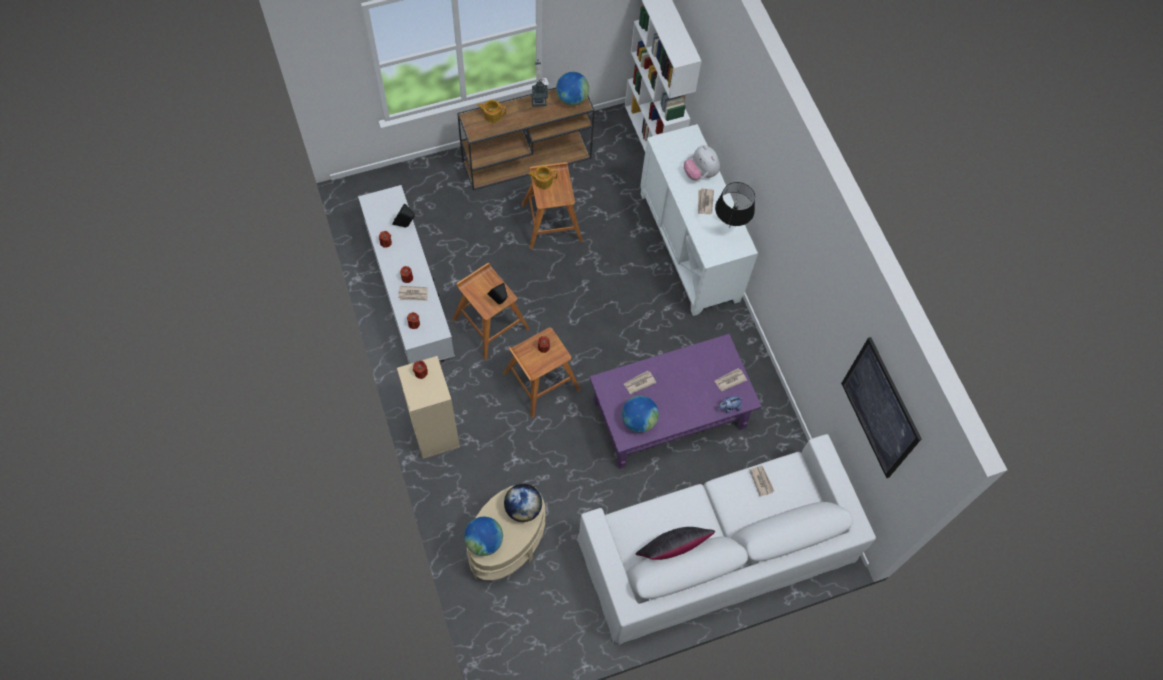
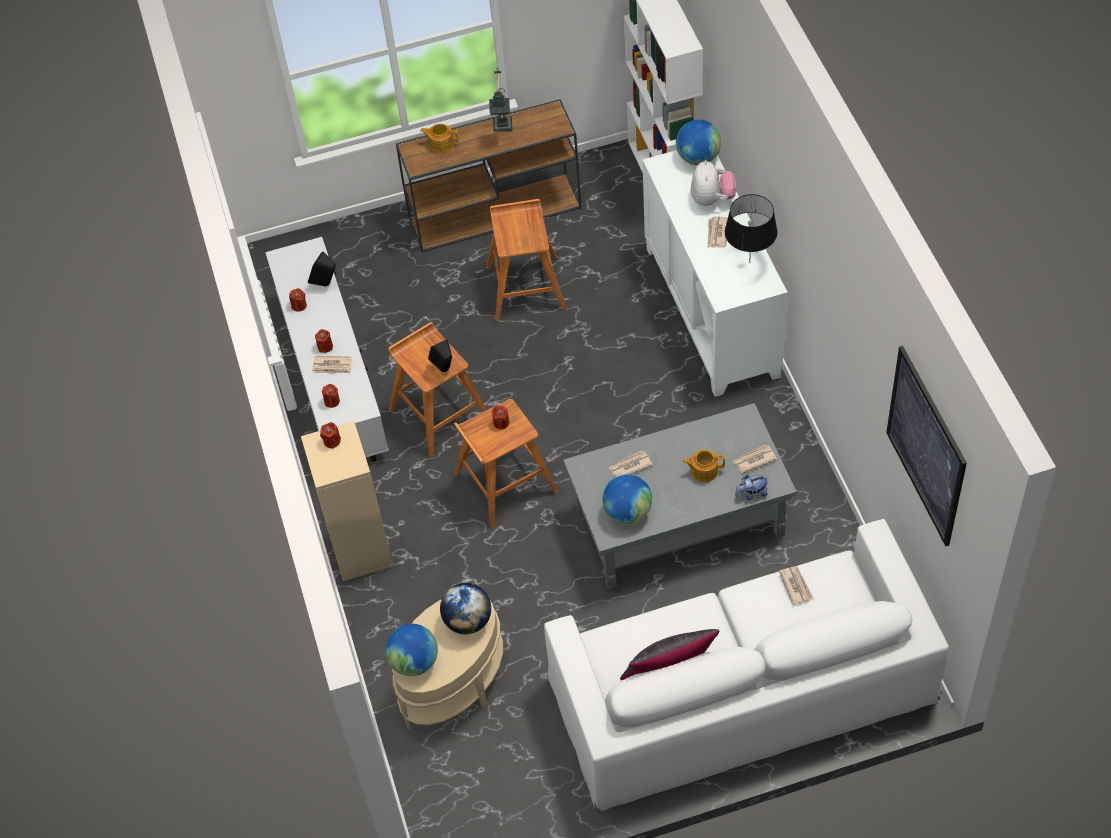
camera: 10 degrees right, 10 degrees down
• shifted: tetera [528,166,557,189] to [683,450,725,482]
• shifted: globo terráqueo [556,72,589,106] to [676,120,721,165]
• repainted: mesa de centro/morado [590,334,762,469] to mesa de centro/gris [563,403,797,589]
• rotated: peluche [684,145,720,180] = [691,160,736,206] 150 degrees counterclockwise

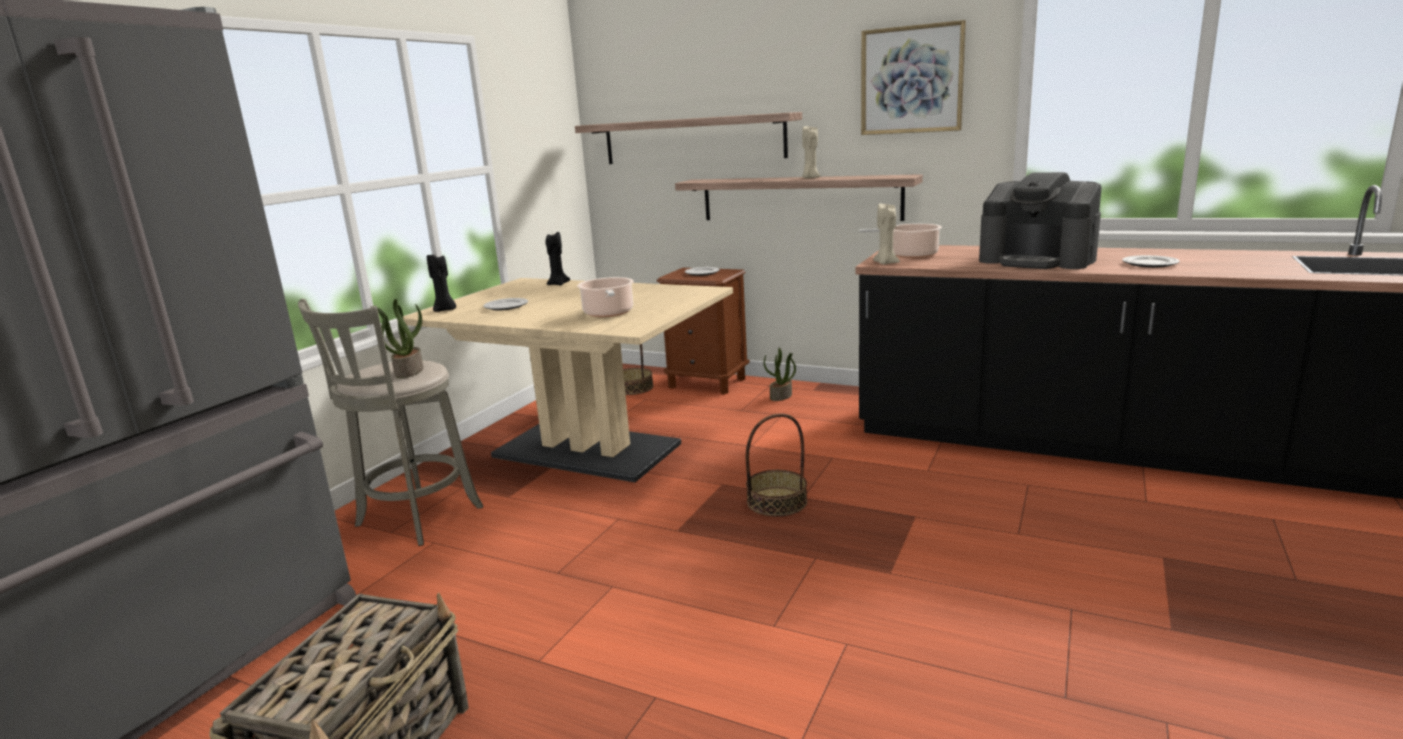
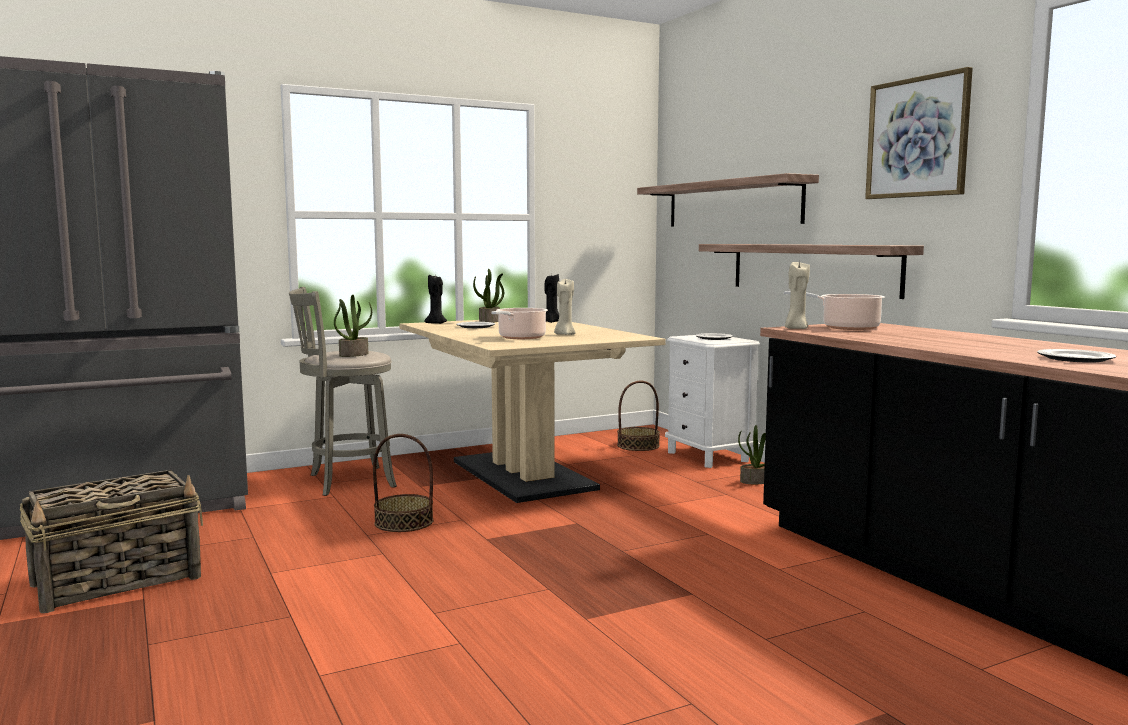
camera: 35 degrees right, 10 degrees down
• repainted: mesita de noche/marrón [657,268,749,394] to mesita de noche/blanco [665,335,760,468]
• shifted: cesta [746,413,807,517] to [373,434,433,532]
• shifted: vela/beis [802,126,820,179] to [554,278,575,335]
• gone: cafetera [979,172,1102,269]
• new: planta en maceta [473,269,504,323]

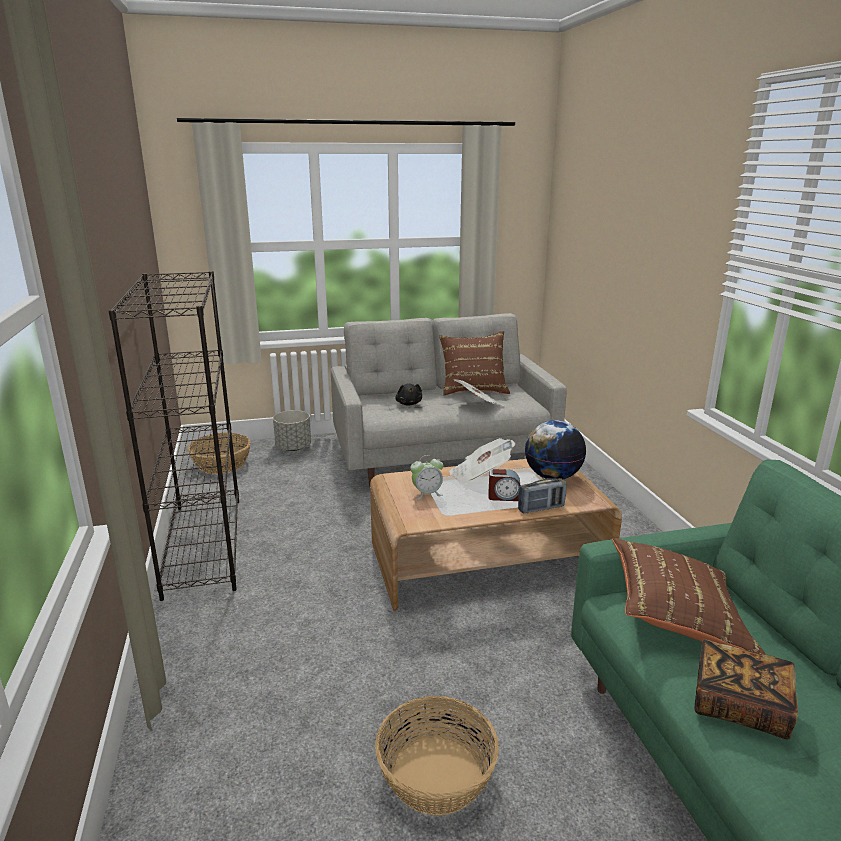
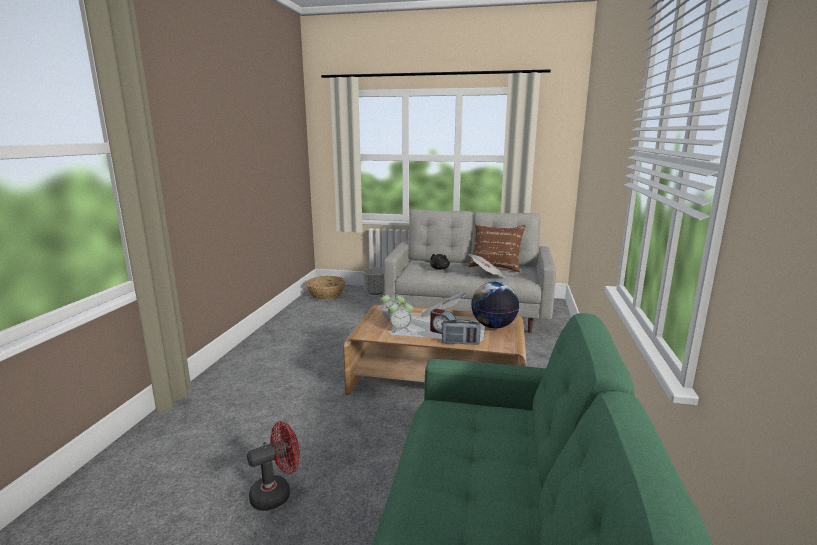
camera: 25 degrees right, 5 degrees down
• gone: estantería/negro [109,271,239,601]
• swapped: cesta [375,696,499,816] to ventilador/rojo [247,421,300,511]
• gone: cojín/marrón [612,538,766,655]
• gone: libro [695,639,798,740]
• new: despertador [388,303,413,333]

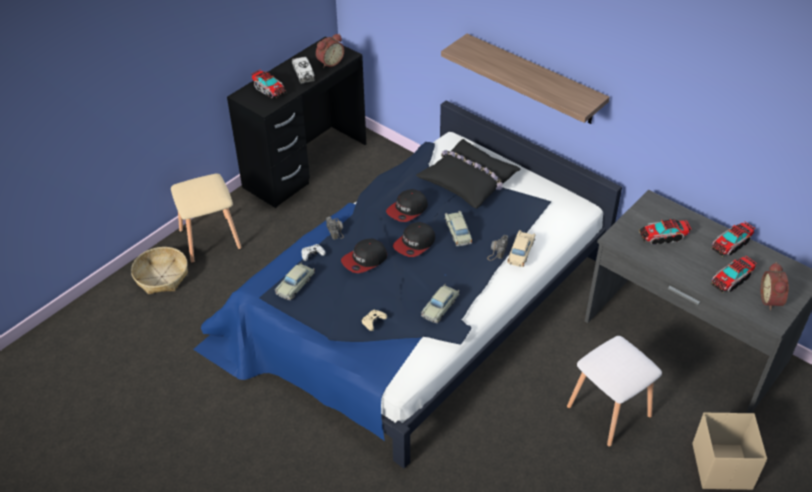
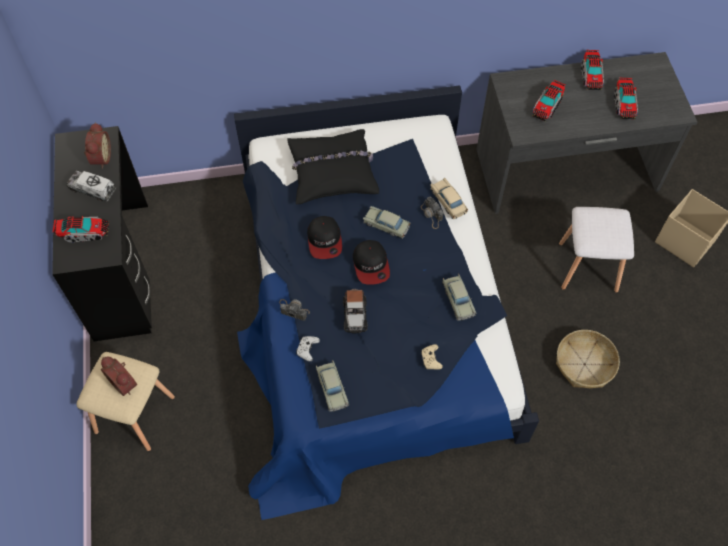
camera: 50 degrees left, 15 degrees up
• shifted: cesta [131,247,188,294] to [556,330,620,388]
• swapped: gorra [341,239,387,273] to coche de juguete [343,289,368,333]
• gone: estante [441,34,610,124]
• shifted: despertador [761,262,789,310] to [101,357,137,396]

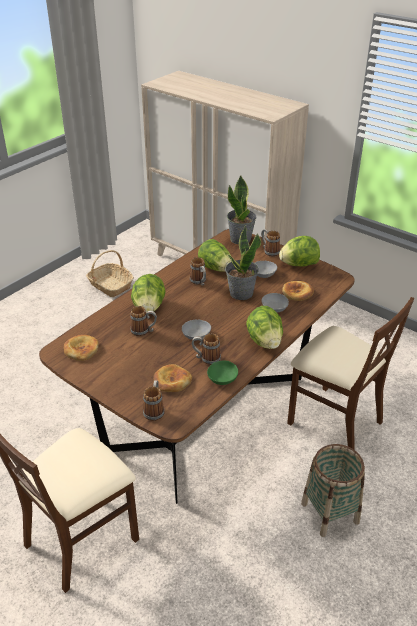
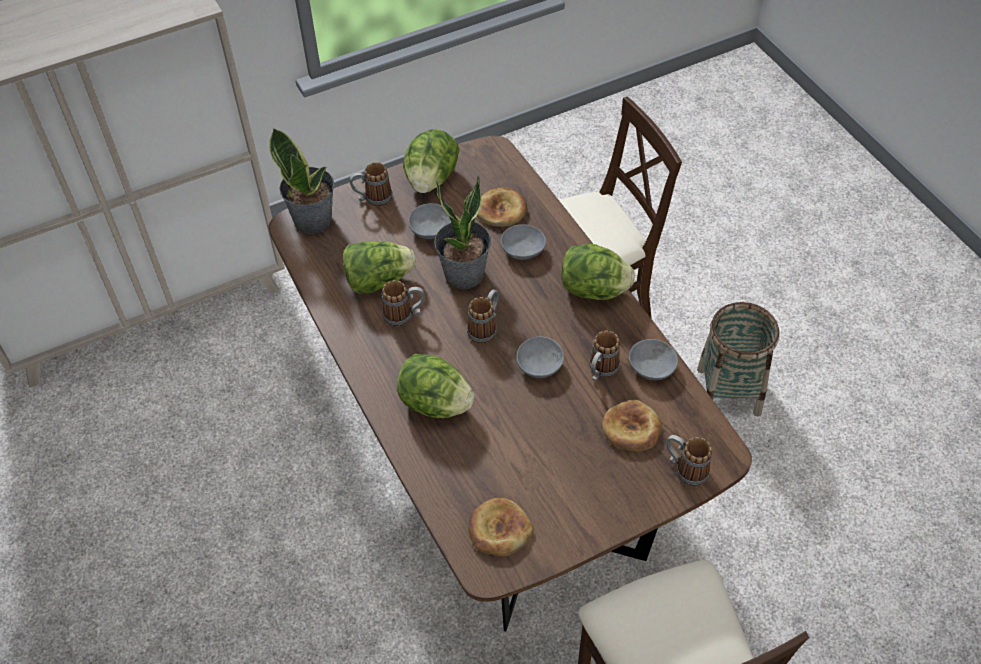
camera: 65 degrees left, 15 degrees up
• gone: cesta [86,250,134,297]
• shifted: taza grande [130,306,157,336] to [467,289,499,344]
• repainted: cuenco/verde [207,361,238,385] to cuenco/gris [629,339,678,380]

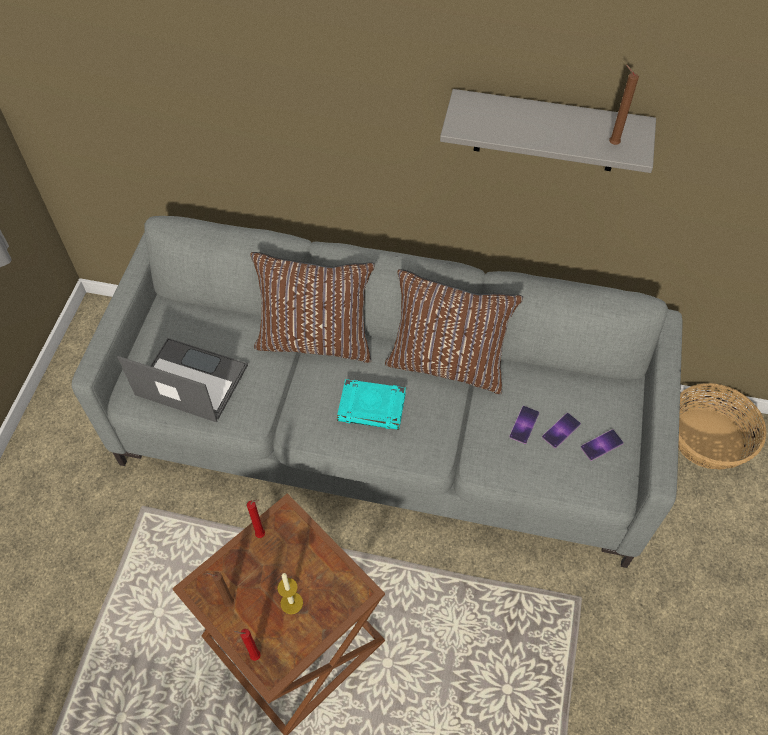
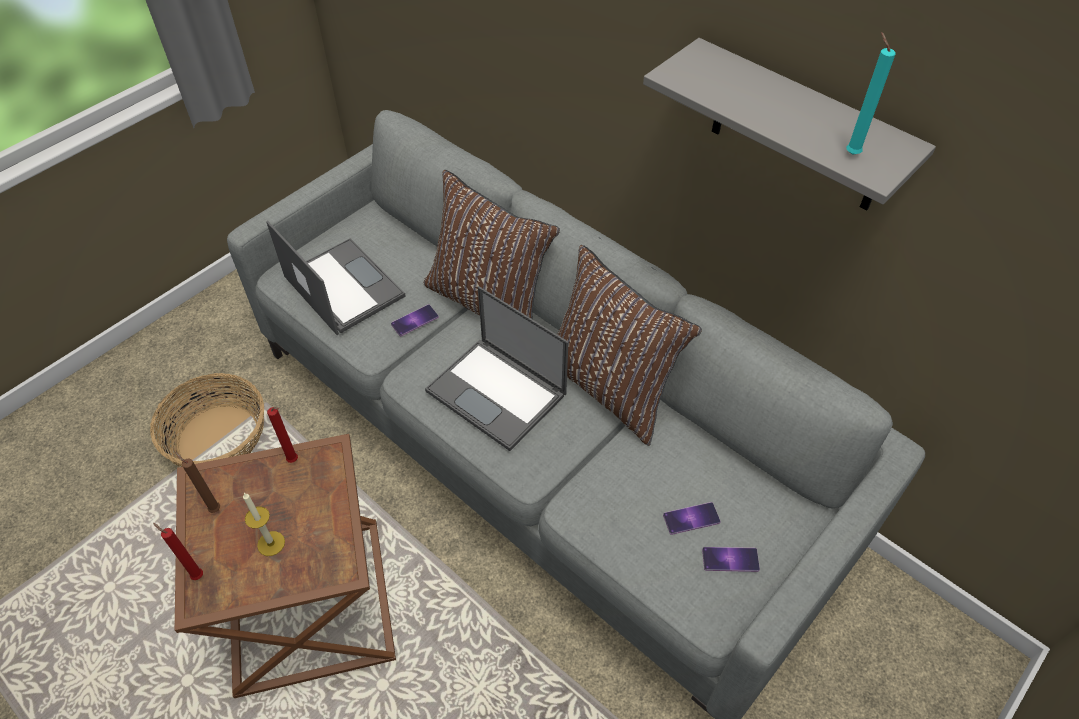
camera: 30 degrees right, 5 degrees down
• swapped: libro/turquesa [337,379,406,430] to portátil [425,286,568,451]
• shifted: móvil [509,406,539,444] to [391,304,439,336]
• repainted: vela/marrón [609,65,639,145] to vela/turquesa [846,32,896,155]
• shifted: cesta [678,383,766,469] to [150,373,264,467]

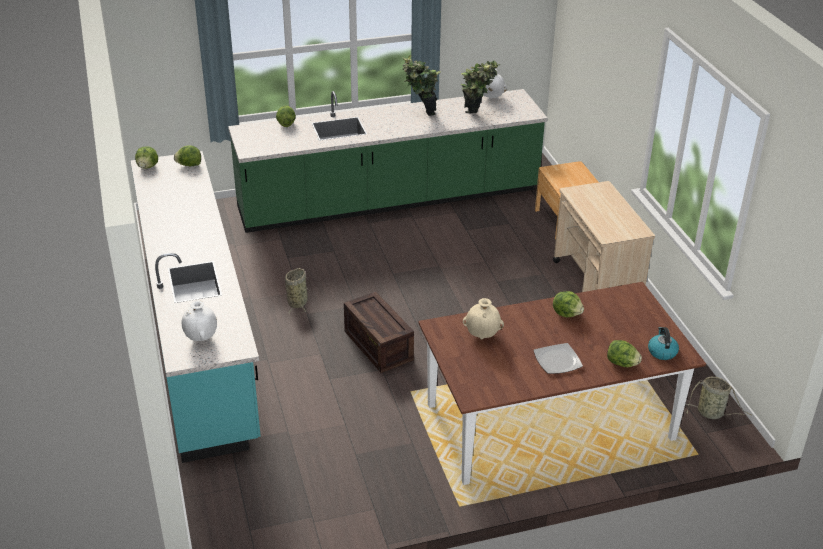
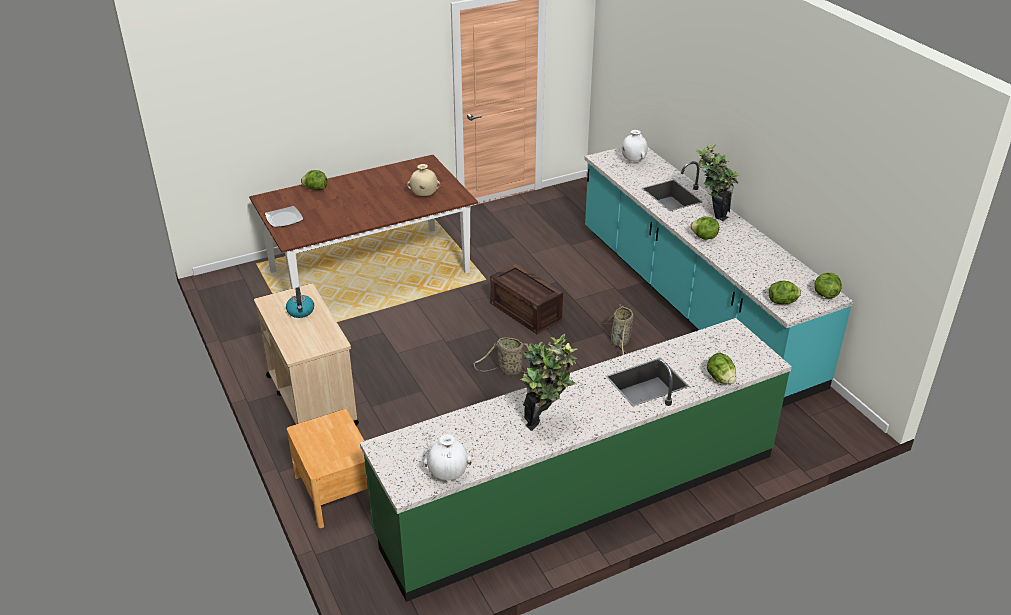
camera: 170 degrees right, 0 degrees up
• shifted: planta en maceta [461,60,501,114] to [696,144,740,221]
• shifted: plato [533,343,583,374] to [265,206,303,227]
• shifted: lechuga [553,291,584,317] to [690,216,719,240]
• shifted: hervidor [648,327,679,360] to [286,287,314,318]
• shifted: cesta [685,377,751,419] to [474,337,529,376]

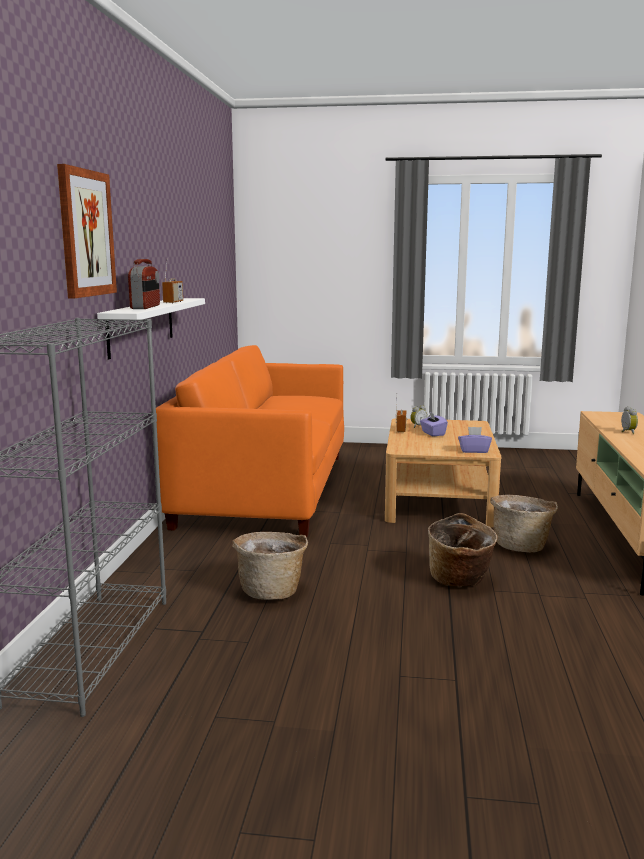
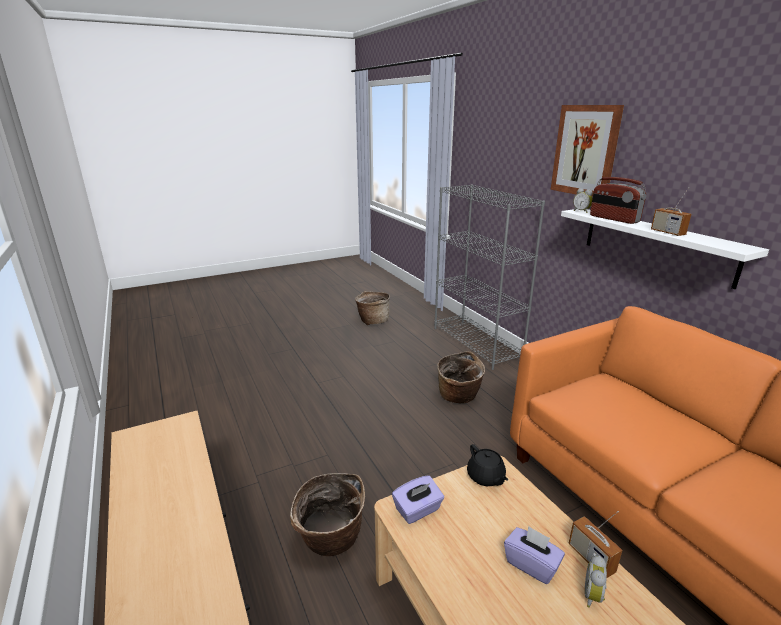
camera: 145 degrees right, 10 degrees up
• shifted: cesta [428,513,498,586] to [355,291,390,325]
• shifted: despertador [621,406,638,434] to [573,188,593,213]
• new: tetera/negro [467,444,508,486]

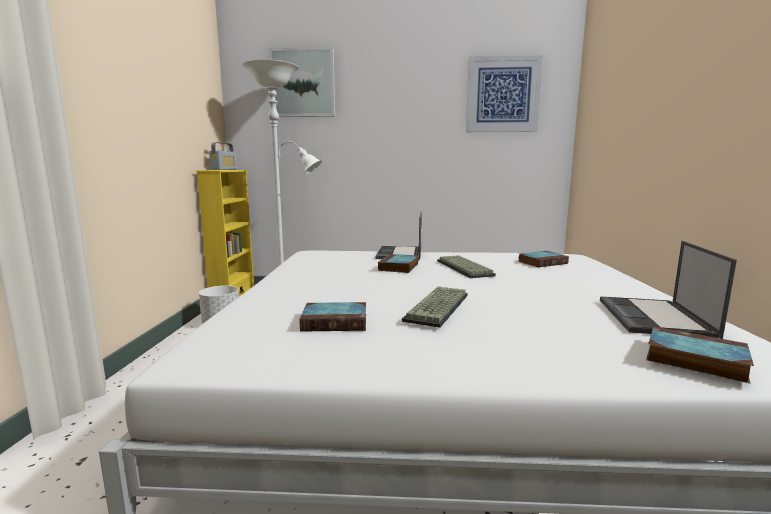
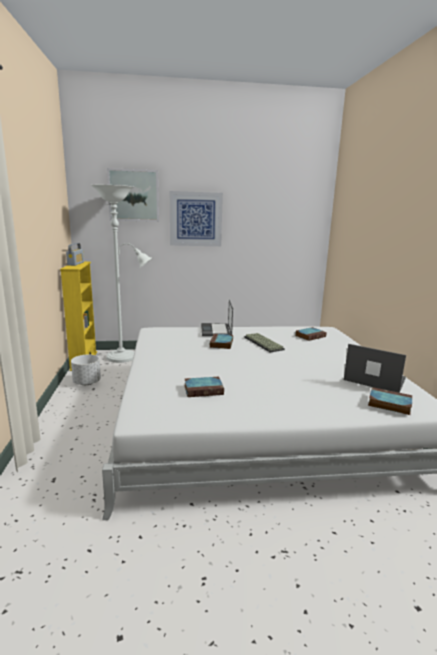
camera: 10 degrees left, 5 degrees up
• gone: teclado [402,286,468,328]
• shifted: cuadro [466,55,543,132] to [170,191,223,246]
• rotated: portátil [600,241,737,339] = [344,344,406,393] 120 degrees clockwise

